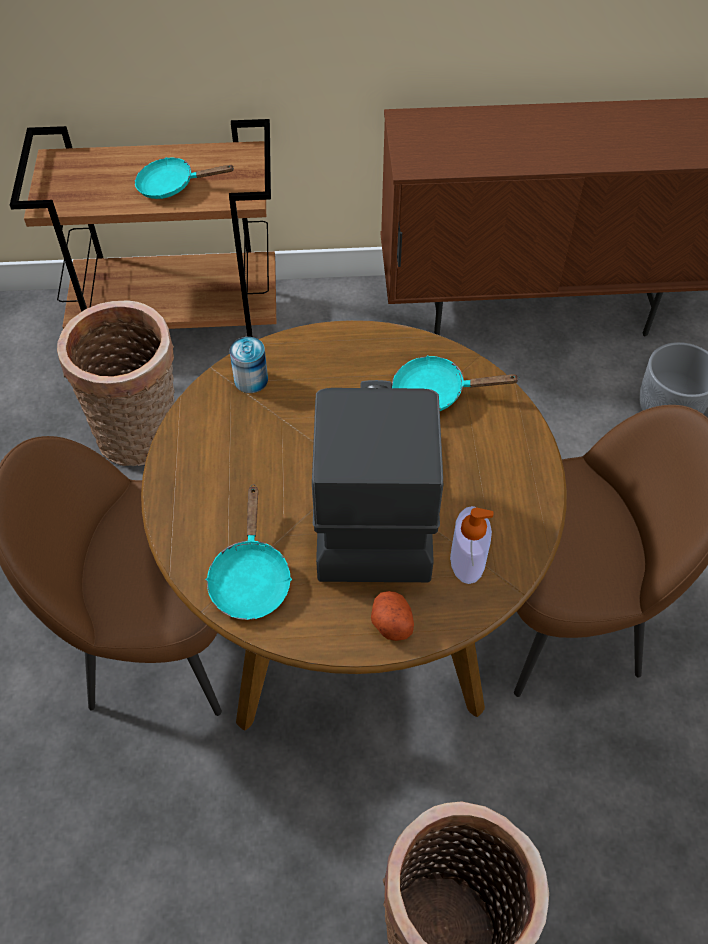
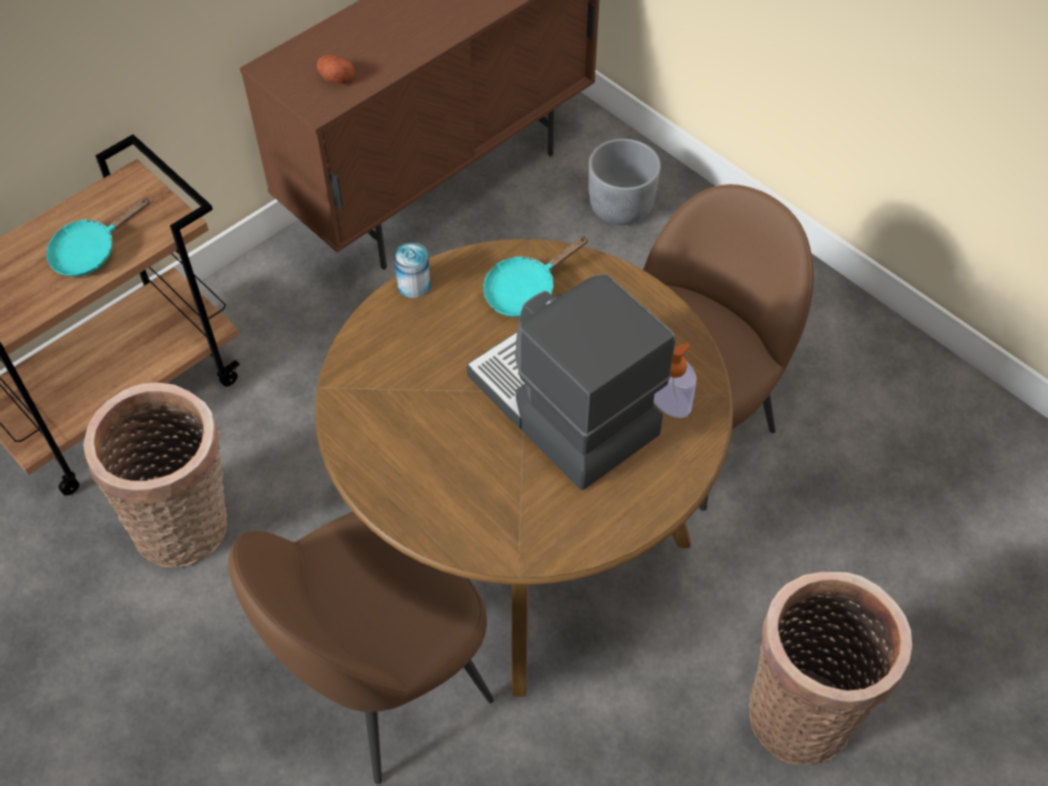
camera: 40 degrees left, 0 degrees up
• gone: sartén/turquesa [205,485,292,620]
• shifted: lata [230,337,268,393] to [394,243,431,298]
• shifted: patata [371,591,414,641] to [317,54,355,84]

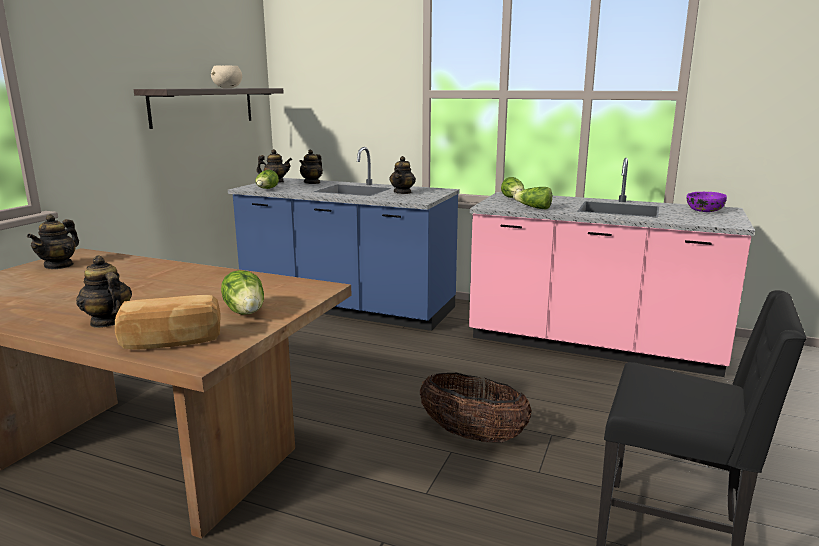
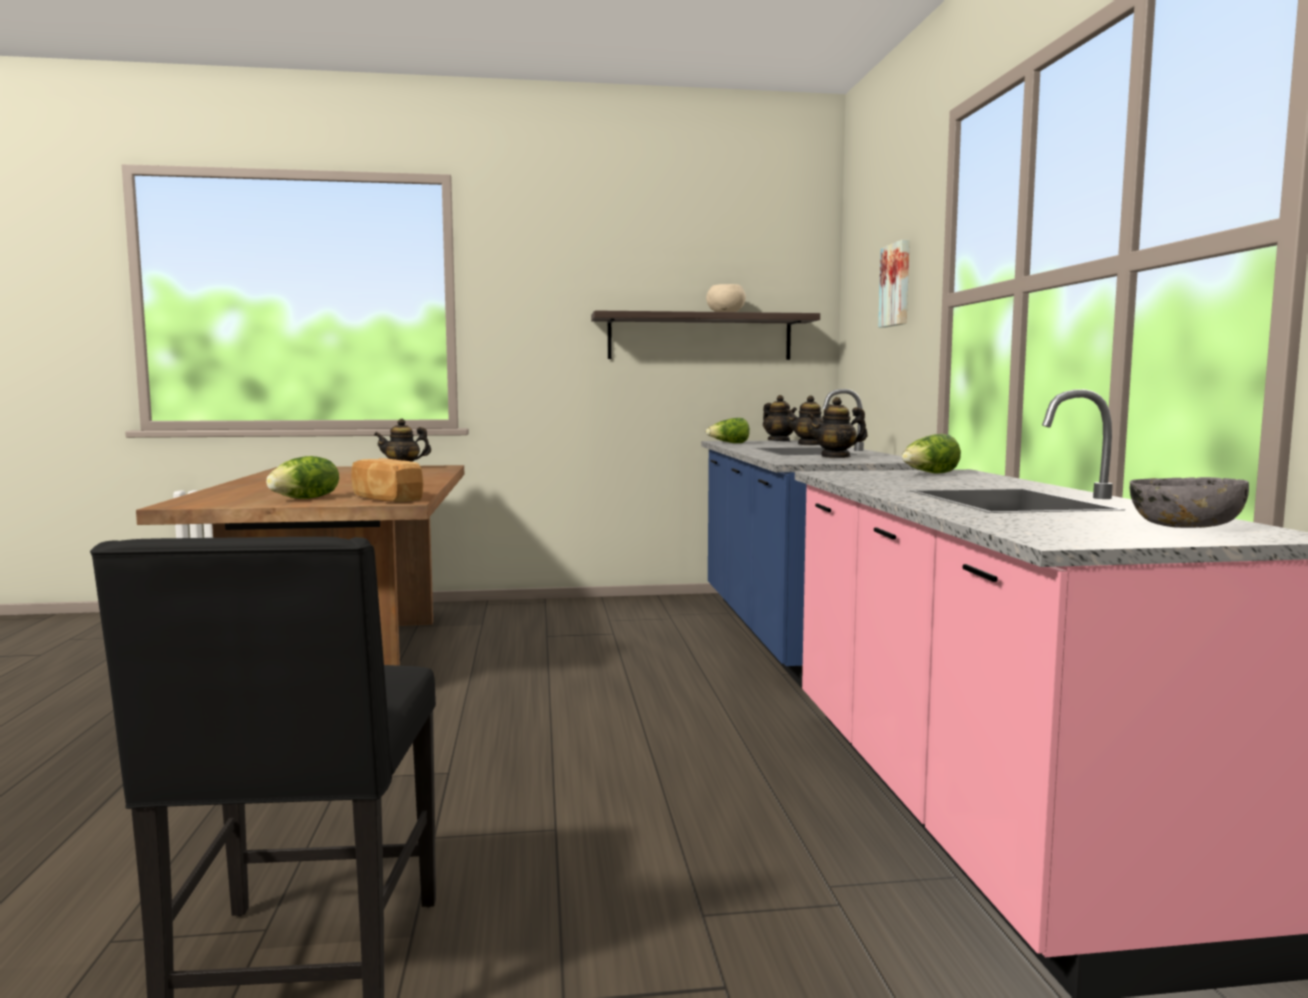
camera: 60 degrees right, 10 degrees down
• gone: tetera [76,255,132,328]
• shifted: pan [115,295,220,350] to [351,458,423,502]
• gone: cesta [420,373,532,443]
• gone: lechuga [513,187,552,209]
• repainted: cuenco/morado [687,192,727,212] to cuenco/gris [1130,477,1249,528]
• new: cuadro [878,240,910,328]

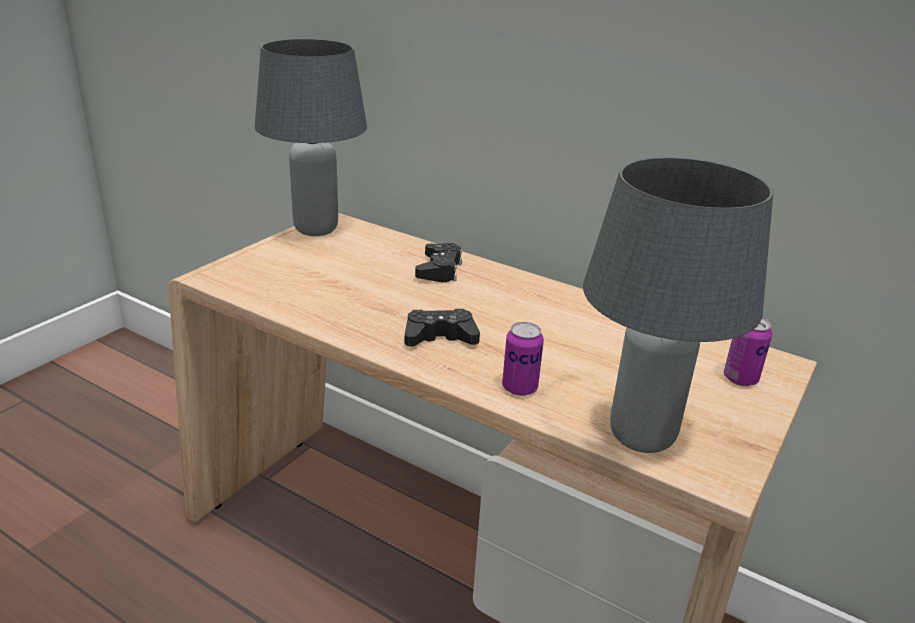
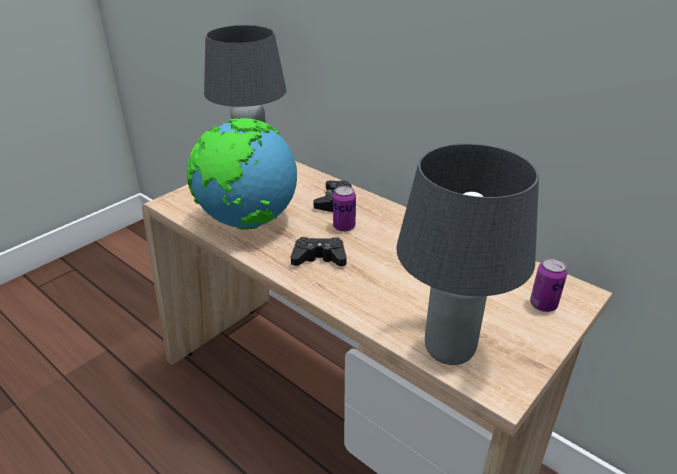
camera: 10 degrees right, 5 degrees up
• shifted: lata [502,322,544,396] to [333,186,356,232]
• new: globo terráqueo [187,118,297,230]

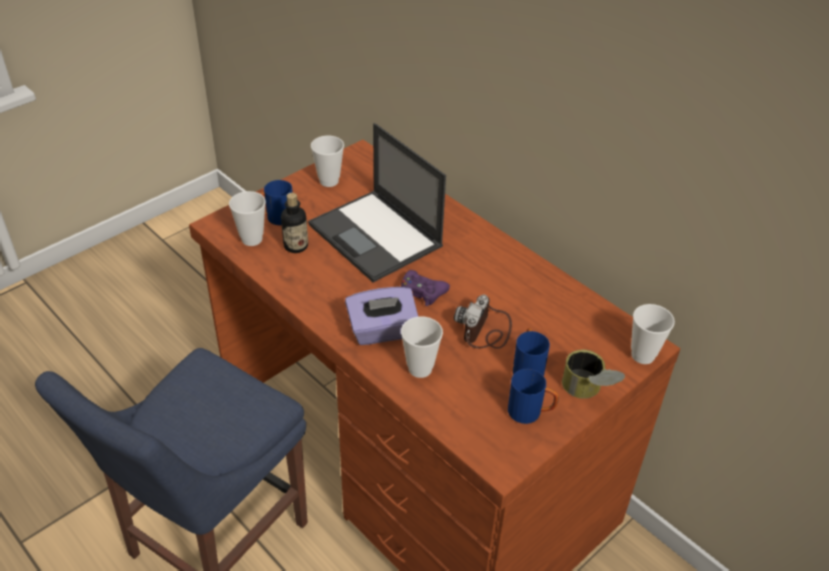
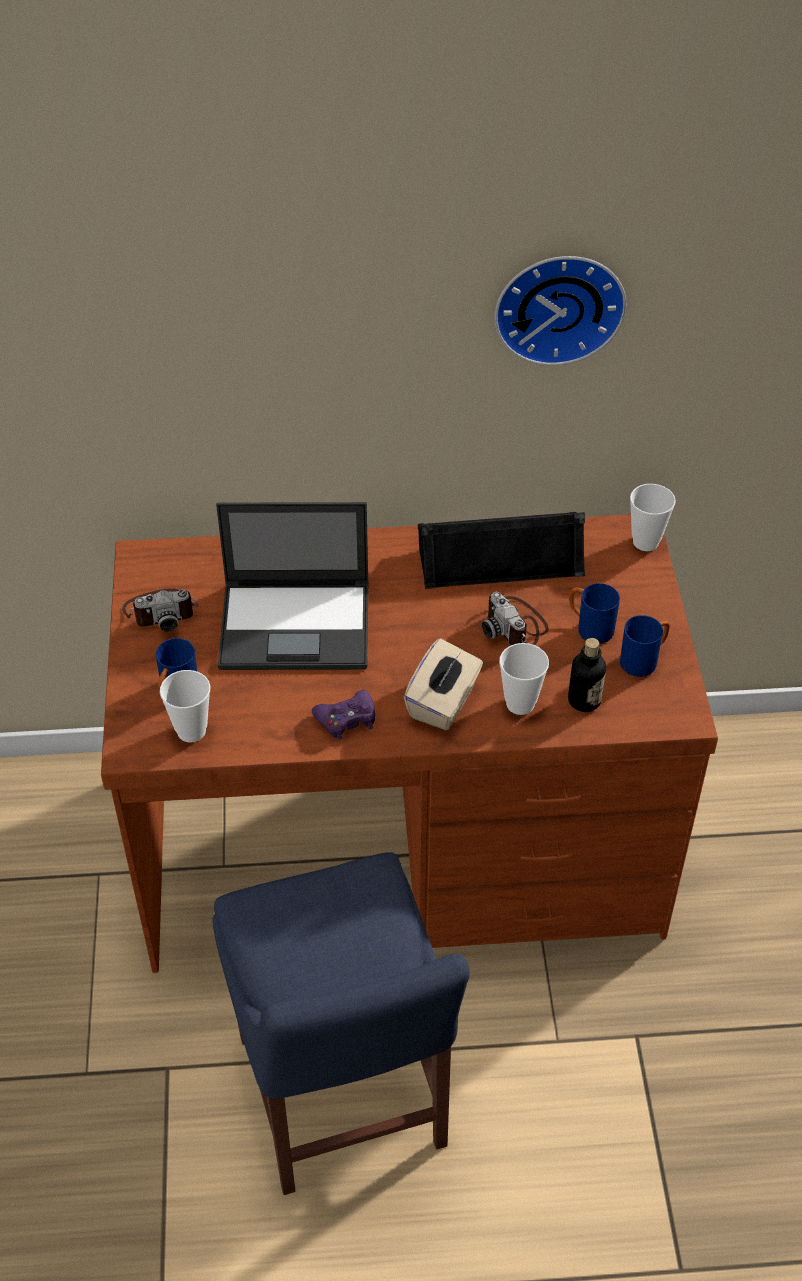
camera: 50 degrees left, 5 degrees up
• shifted: botella [281,193,308,253] to [568,638,606,712]
• swapped: taza [311,136,344,187] to cámara [122,588,199,632]
• repainted: caja de pañuelos/morado [345,287,418,345] to caja de pañuelos/beis [404,638,483,730]
• shifted: mando de consola/morado [401,270,450,306] to [312,690,375,740]
• gone: lata [562,350,625,399]
• new: altavoz/negro [418,512,585,589]
• new: reloj de pared [494,256,626,366]

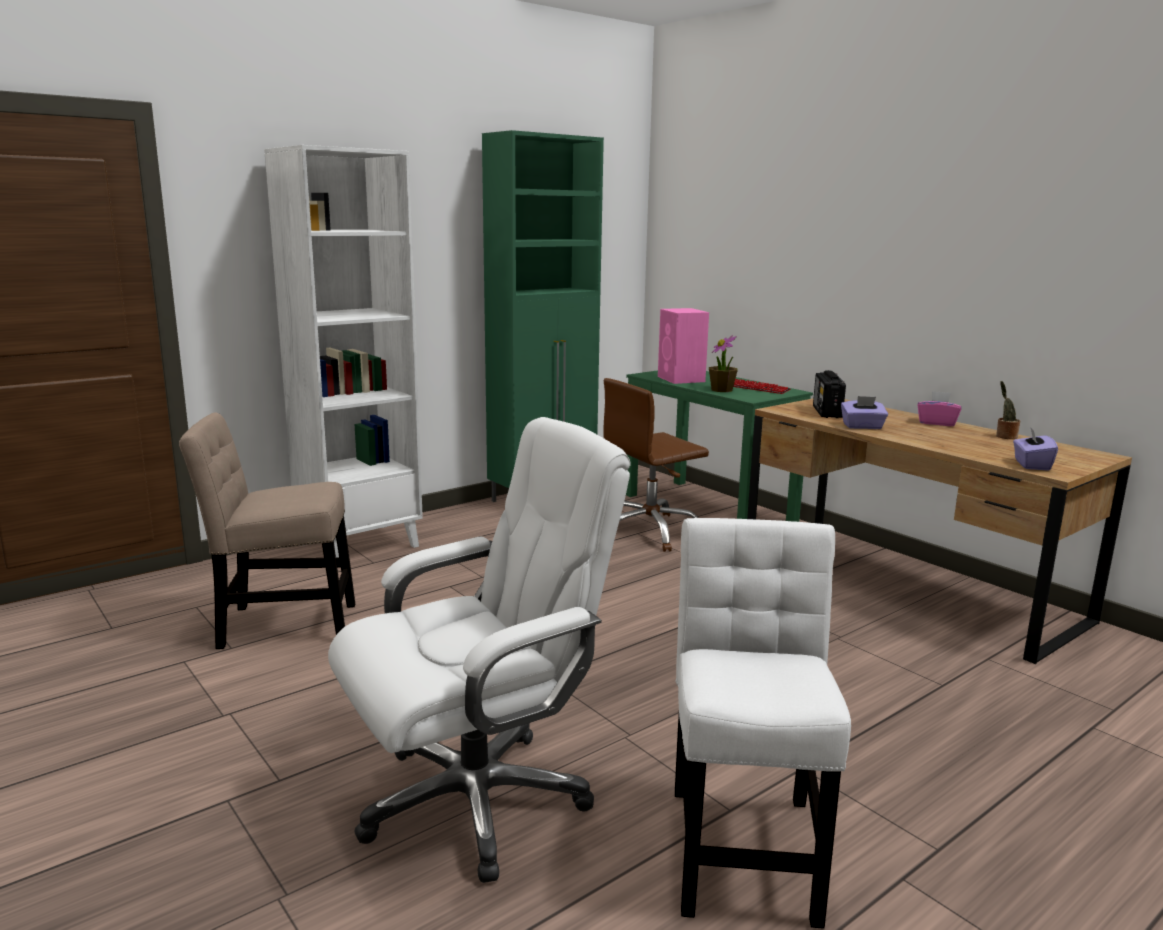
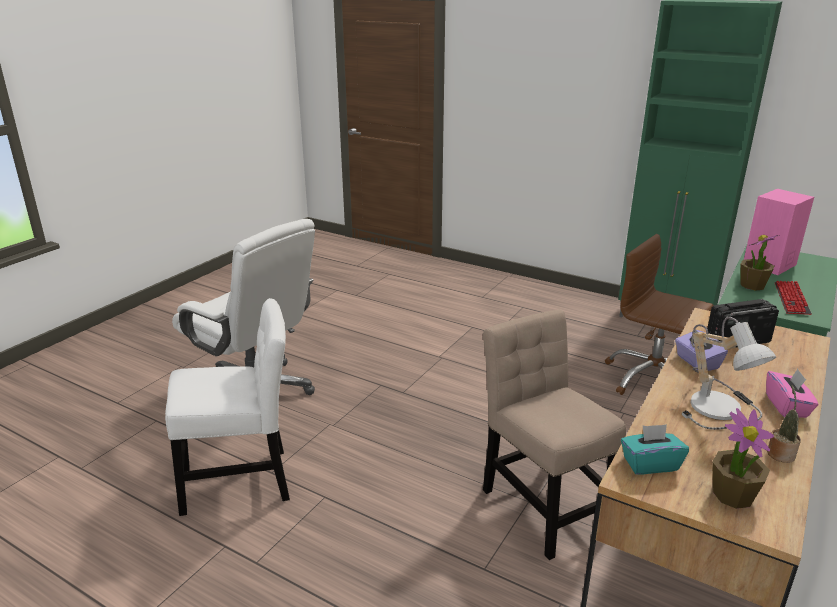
camera: 70 degrees right, 10 degrees up
• shifted: silla/beis [179,412,355,649] to [483,309,626,560]
• gone: estantería/blanco [264,145,423,558]
• repainted: caja de pañuelos/morado [1013,427,1058,471] to caja de pañuelos/turquesa [621,424,689,474]
• new: lámpara de mesa [682,317,776,430]
• new: planta en maceta [712,408,774,509]

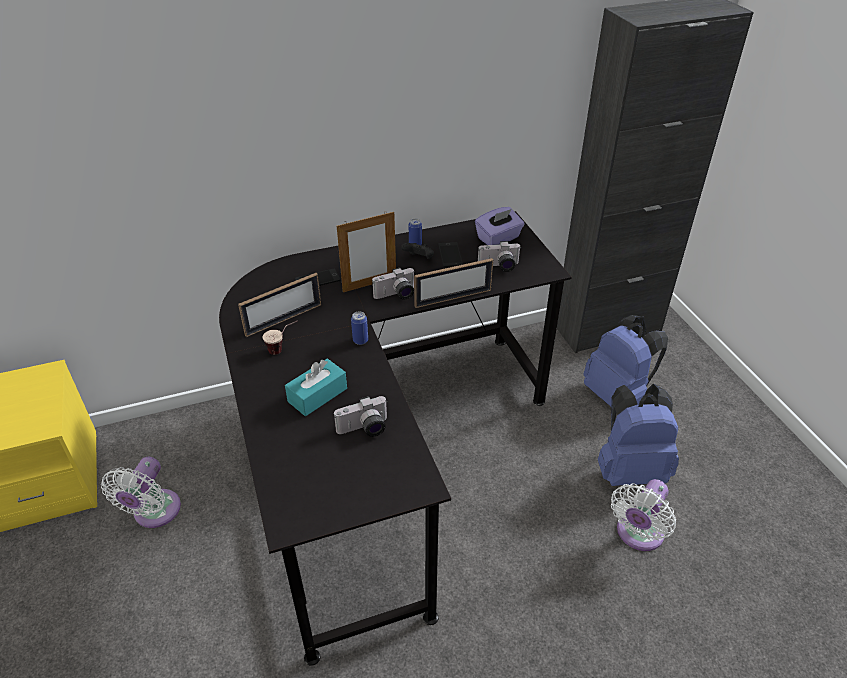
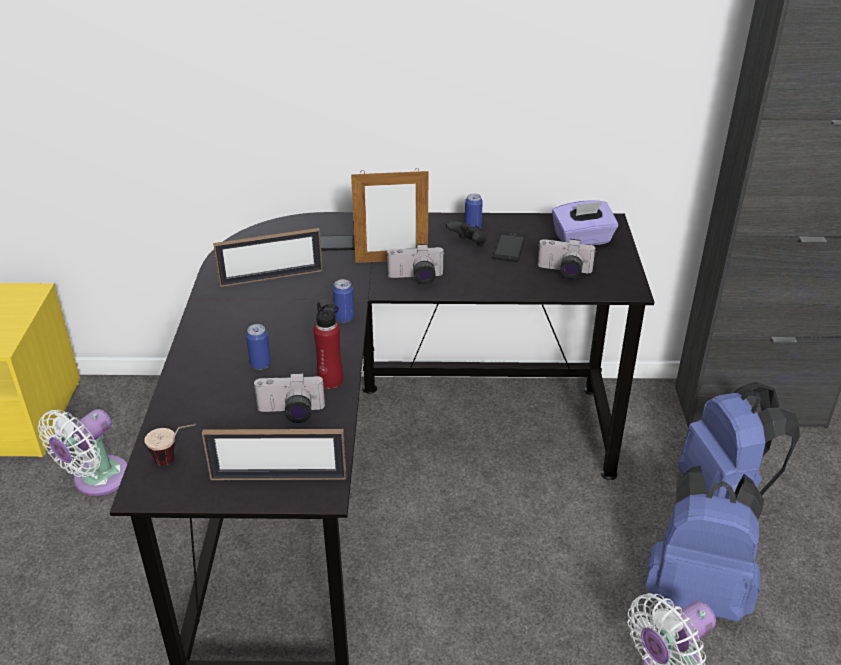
camera: 20 degrees right, 5 degrees down
• shifted: taza [263,321,298,355] to [144,424,196,466]
• swapped: caja de pañuelos/turquesa [285,359,347,416] to lata [246,324,271,370]
• shifted: portarretratos [414,258,493,308] to [202,429,347,480]
• new: botella/rojo [314,302,343,389]

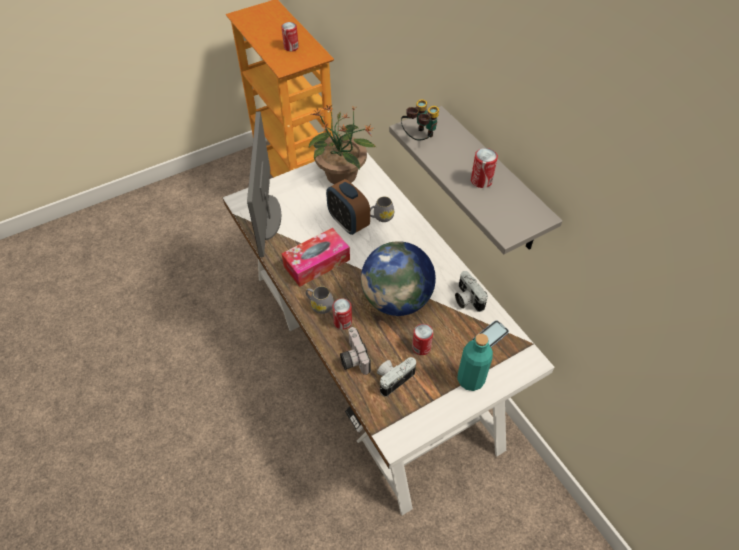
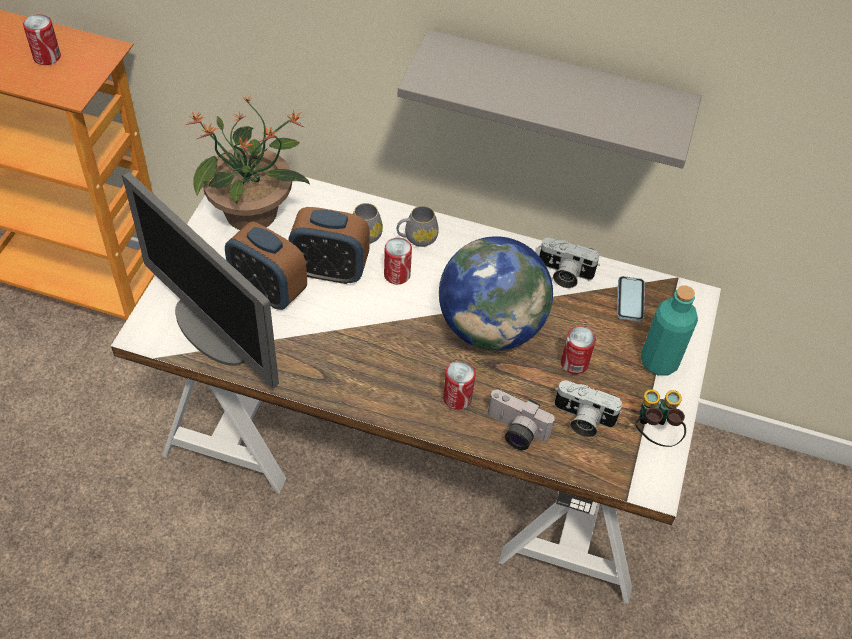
camera: 45 degrees left, 0 degrees up
• gone: caja de pañuelos [281,228,350,287]
• shifted: taza grande/gris [306,286,334,314] to [397,206,439,247]
• rotated: cámara [377,357,416,397] = [554,380,622,437] 75 degrees counterclockwise
• shifted: prismáticos [401,99,439,141] to [635,389,686,447]
• shifted: lata [471,148,498,188] to [384,238,412,284]
• new: despertador [225,222,307,310]

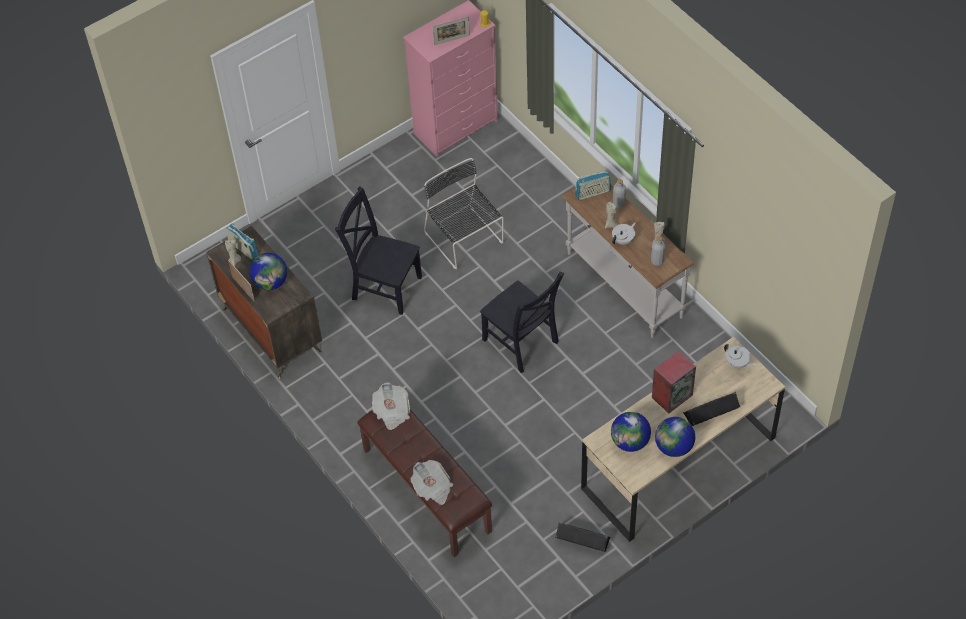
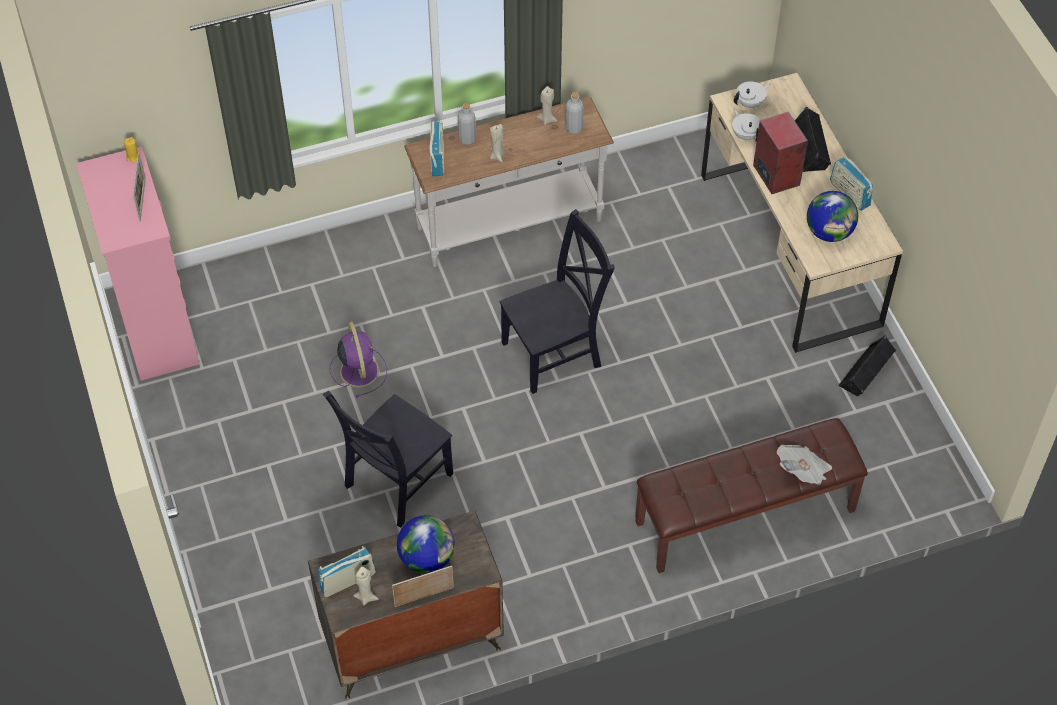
camera: 75 degrees left, 0 degrees up
• gone: periódico [372,382,410,430]
• swapped: silla/negro [424,158,504,269] to ventilador/morado [329,321,387,398]
• shifted: tetera/blanco [612,222,636,245] to [732,109,761,142]
• swapped: globo terráqueo [655,417,695,457] to radio [830,157,873,211]

